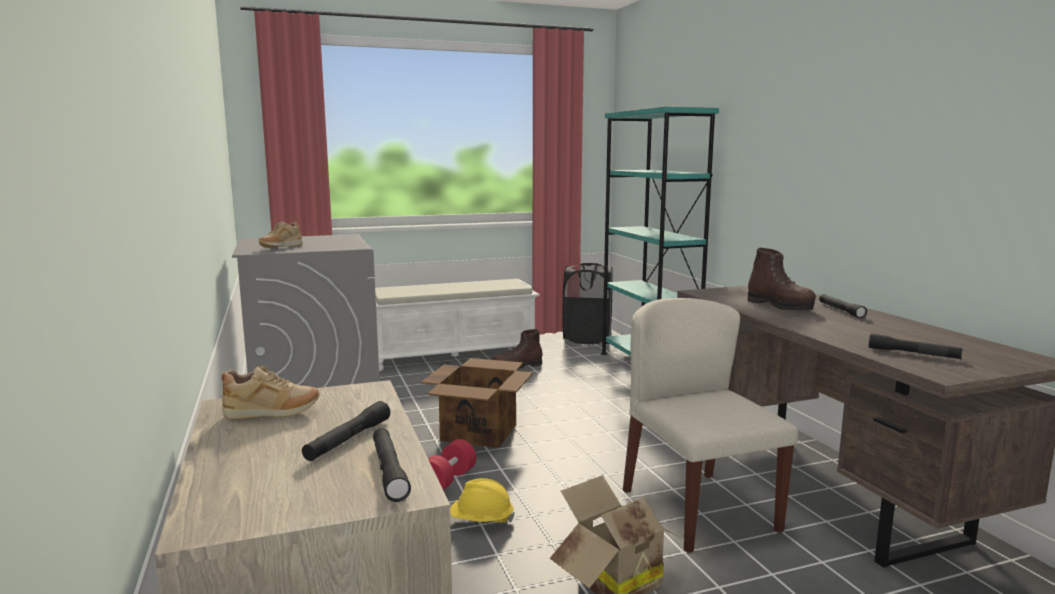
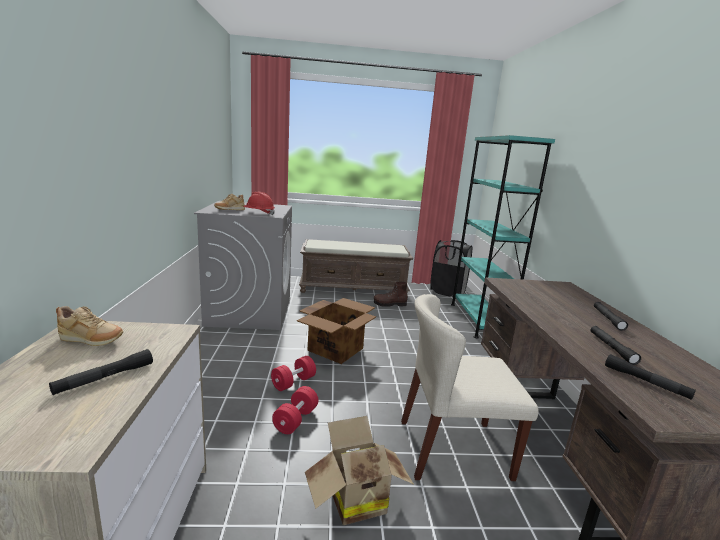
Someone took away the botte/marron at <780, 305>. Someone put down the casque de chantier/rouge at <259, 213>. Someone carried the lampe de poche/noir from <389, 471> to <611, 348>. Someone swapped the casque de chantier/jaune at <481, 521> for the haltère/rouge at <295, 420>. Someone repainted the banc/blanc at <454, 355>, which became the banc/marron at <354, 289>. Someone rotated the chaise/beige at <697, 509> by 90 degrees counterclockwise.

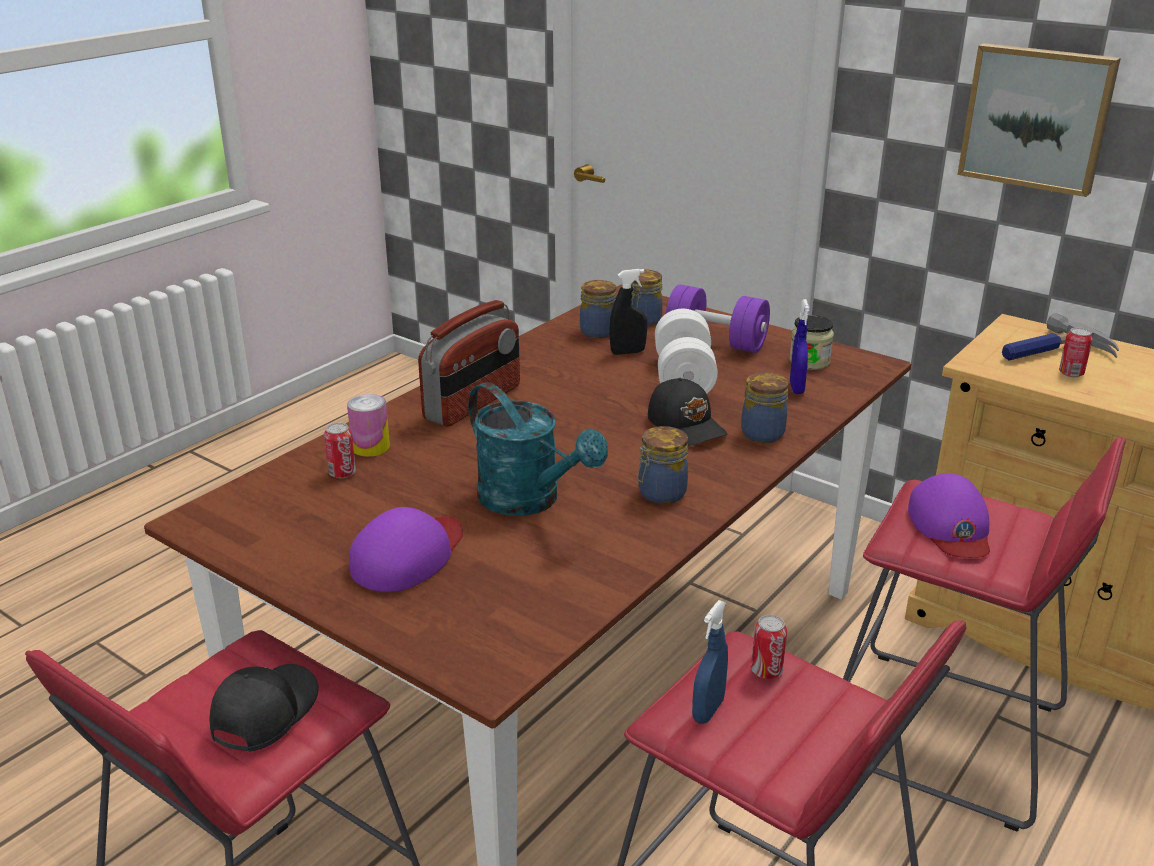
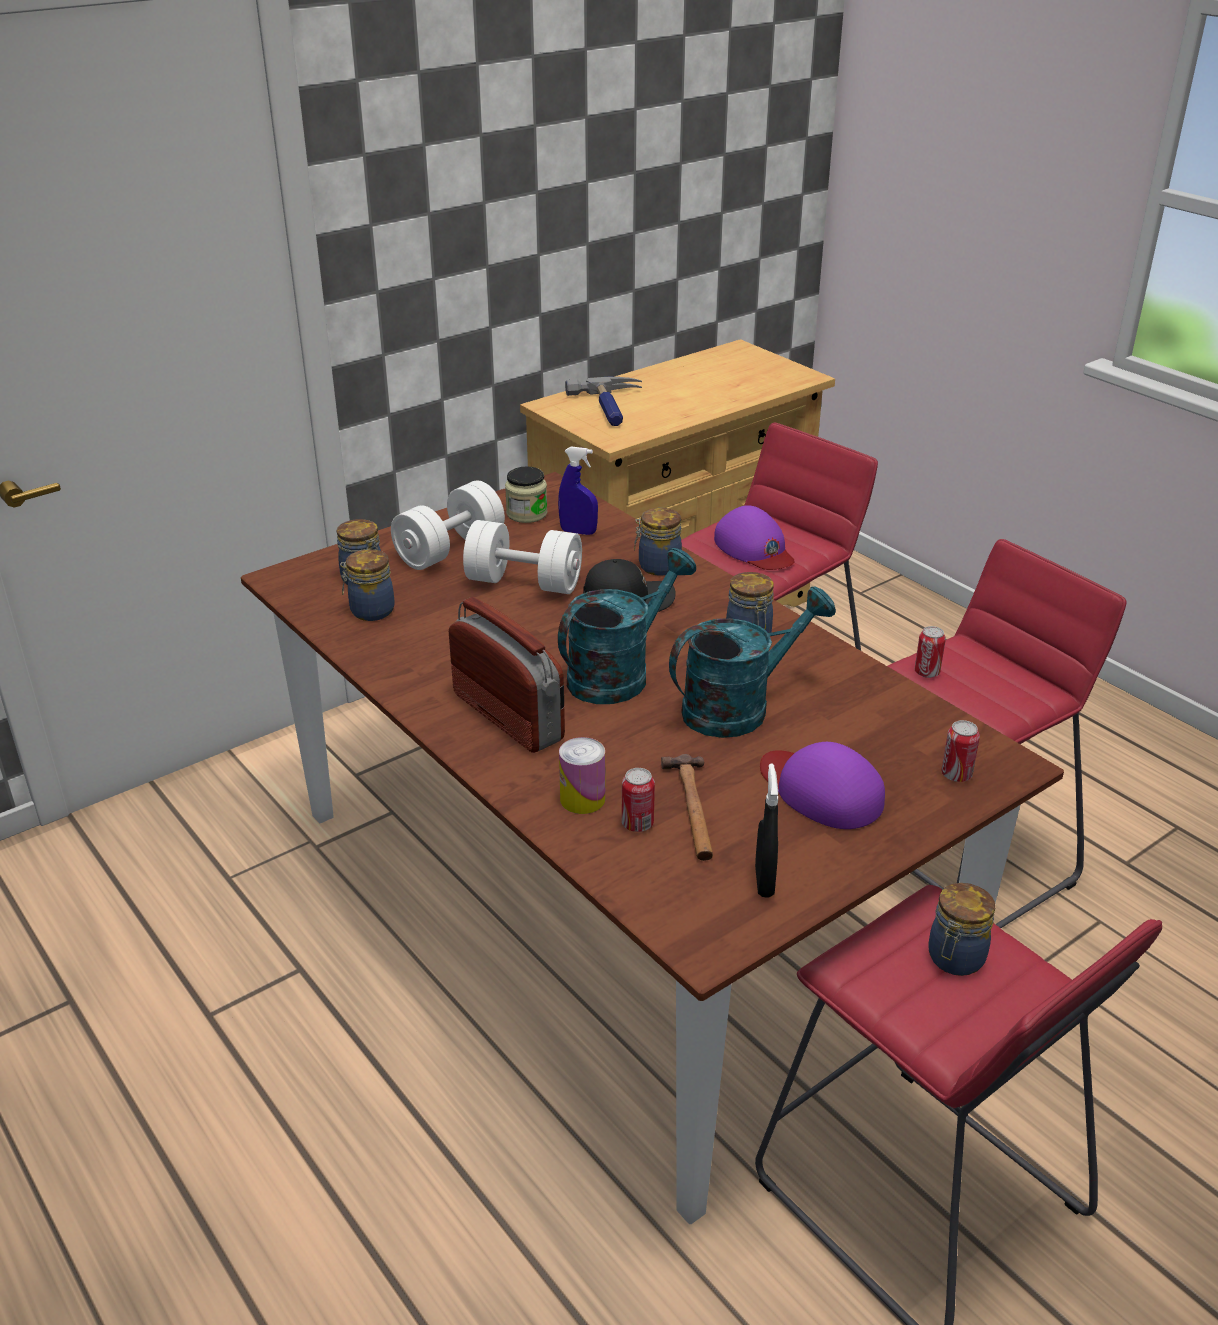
Someone took away the vaporisateur/bleu at <708, 710>. Someone took away the tableau at <1037, 117>. Someone put down the arrosoir/turquoise at <618, 673>. Someone put down the marteau at <691, 809>. Someone carried the vaporisateur/noir from <627, 352> to <764, 882>. Someone carried the boîte métallique from <1071, 373> to <956, 775>. Someone swapped the casquette/noir at <263, 713> for the bocal at <954, 959>. Someone repainted the haltère/violet at <716, 342>, which became the haltère/blanc at <450, 550>. Someone rotated the casquette/violet at <950, 526> by 45 degrees clockwise.

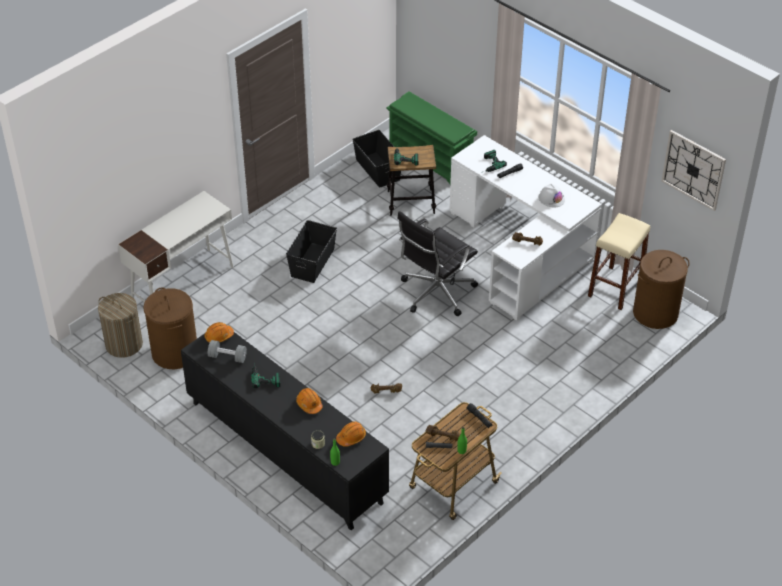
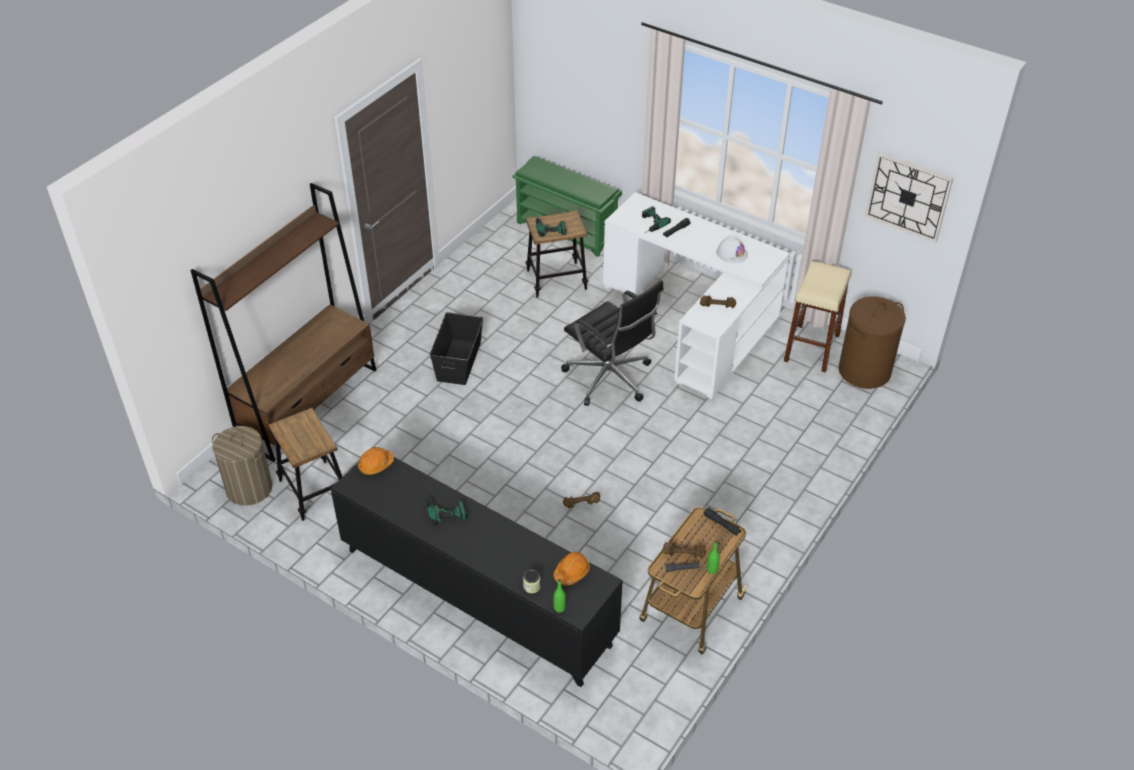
Someone took away the haltère/gris at <227, 357>. Someone took away the casque de chantier/orange at <309, 404>. Someone took away the boîte de rangement/noir at <378, 169>. Someone swapped the bureau/blanc at <183, 283> for the bibliothèque/marron at <309, 404>. Someone swapped the panier à linge/marron at <174, 353> for the tabouret at <314, 490>. Someone rotated the chaise de bureau/noir at <435, 293> by 75 degrees counterclockwise.

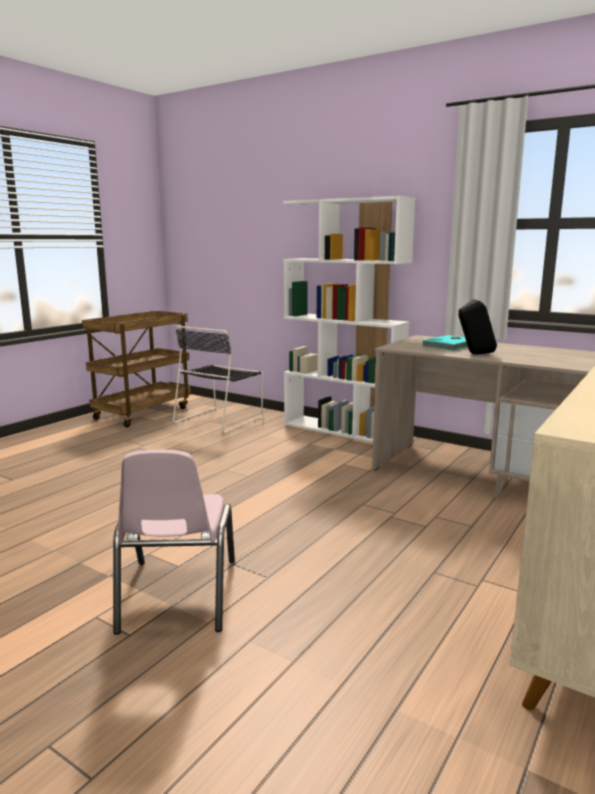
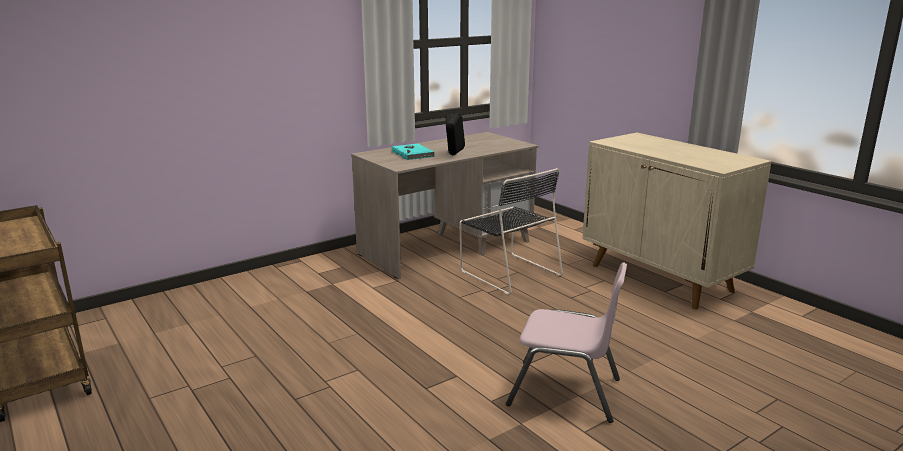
Someone took away the bibliothèque/blanc at <343, 430>. Someone carried the chaise/noir from <220, 419> to <508, 272>.

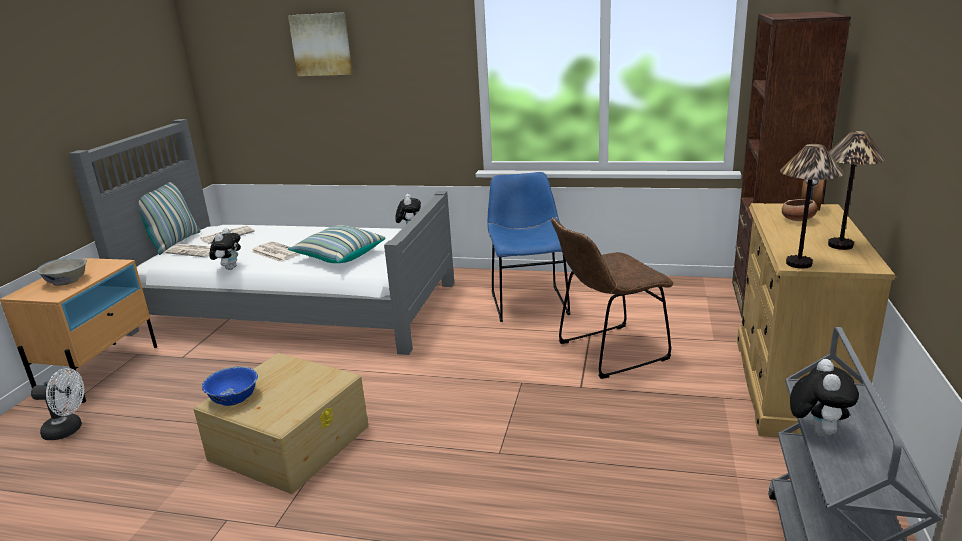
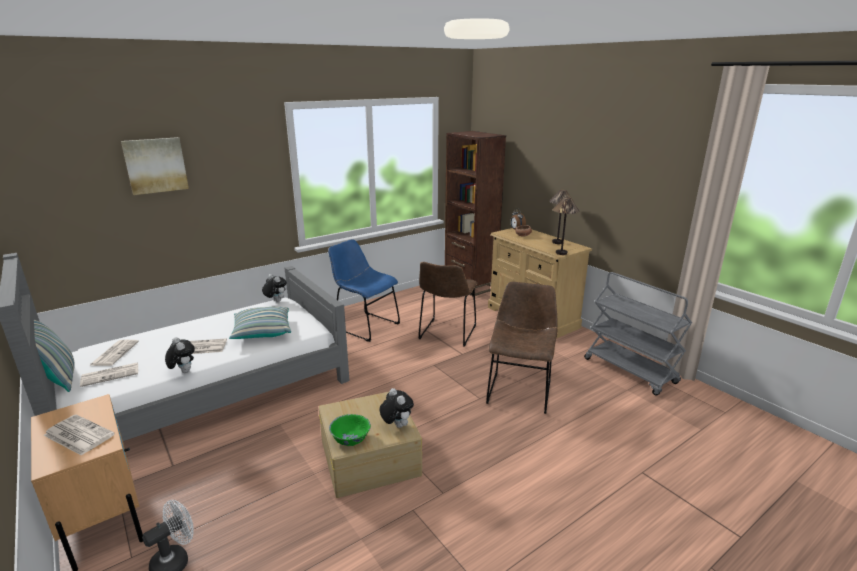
Someone put down the chaise/marron at <519, 390>. Someone carried the peluche from <816, 430> to <396, 425>. Someone swapped the bol/blanc at <66, 281> for the journal at <78, 435>. Someone repainted the bol/bleu at <233, 398>, which became the bol/vert at <350, 439>.

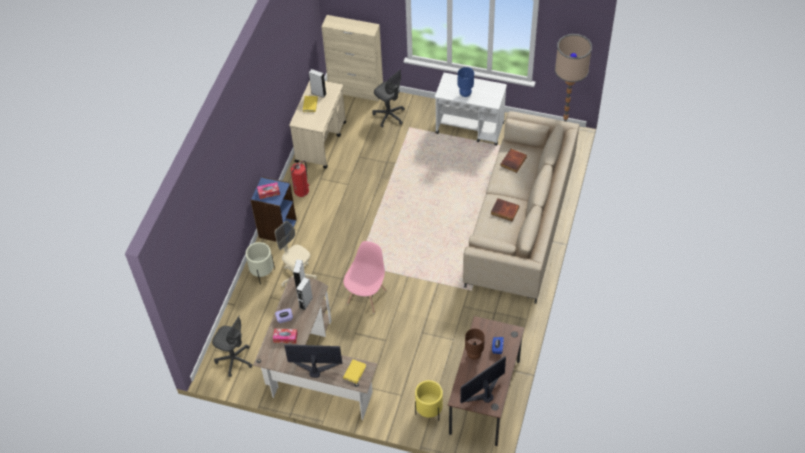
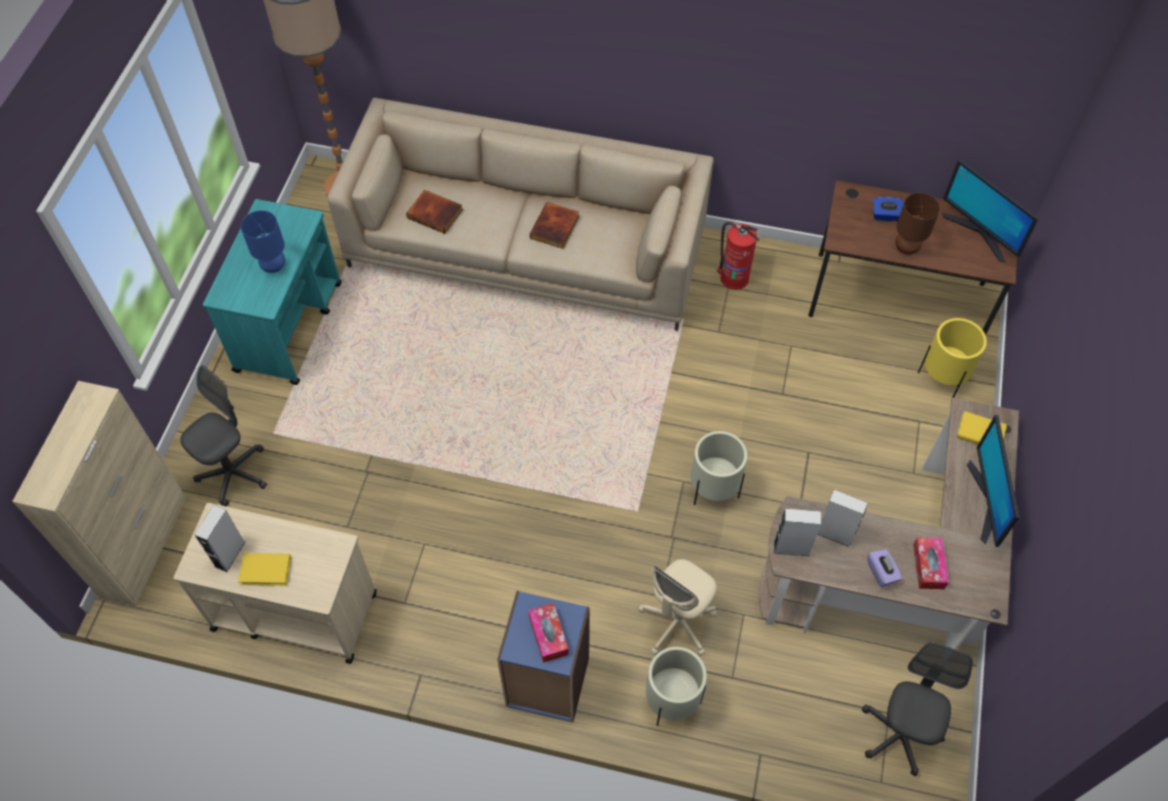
Someone carried the extincteur from <302, 190> to <733, 277>. Someone swapped the chaise/rose at <367, 296> for the cache-pot/beige at <713, 489>. Someone repainted the chariot/blanc at <470, 128>, which became the chariot/turquoise at <289, 326>.

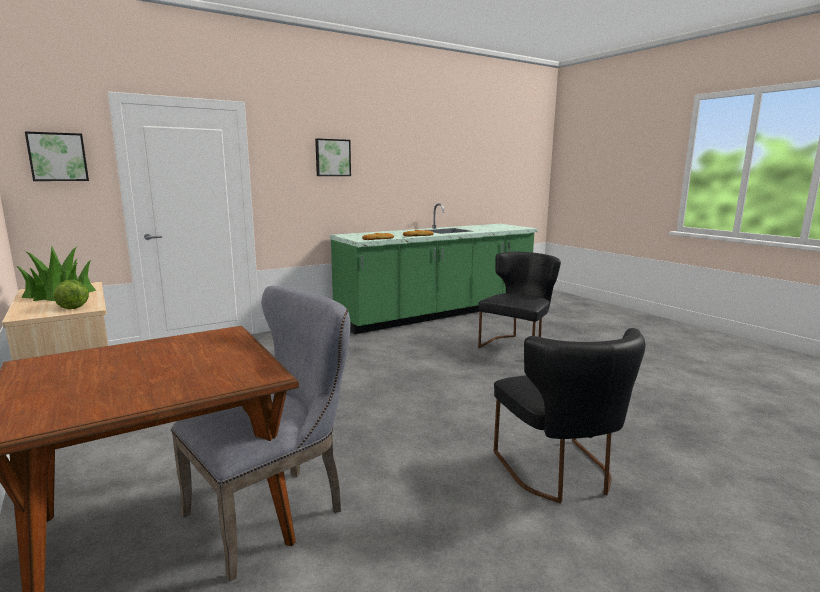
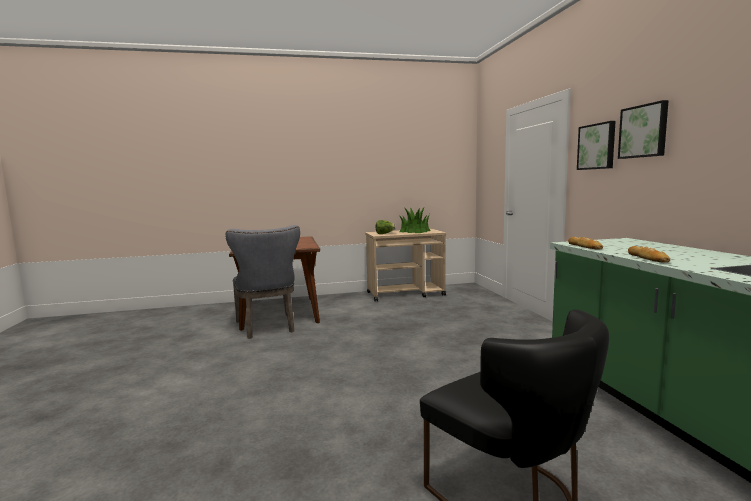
Someone took away the chaise/noir at <560, 473>. Someone carried the tableau from <58, 157> to <597, 146>.

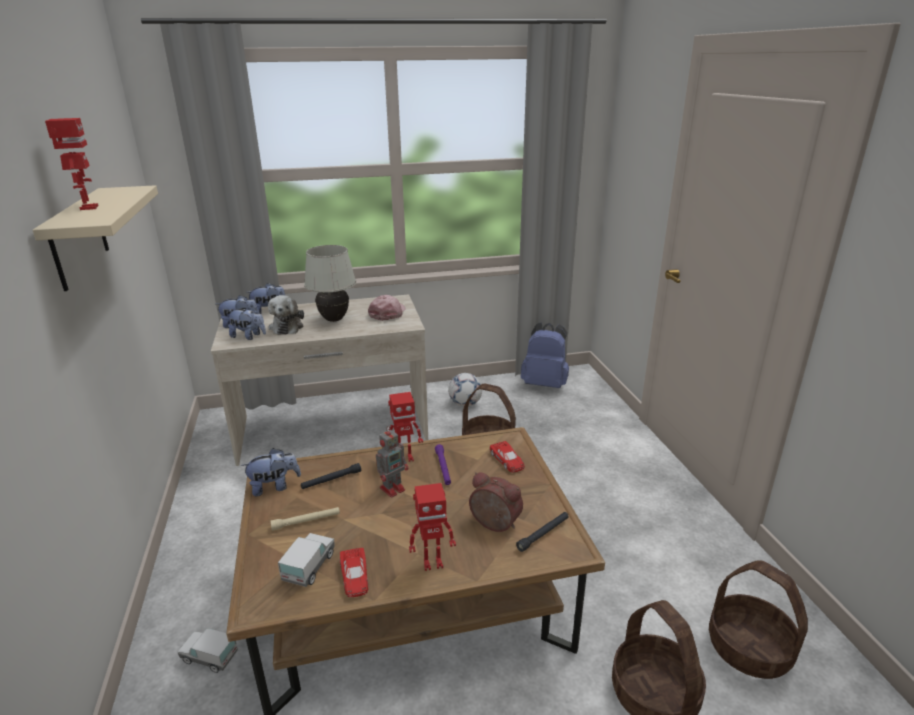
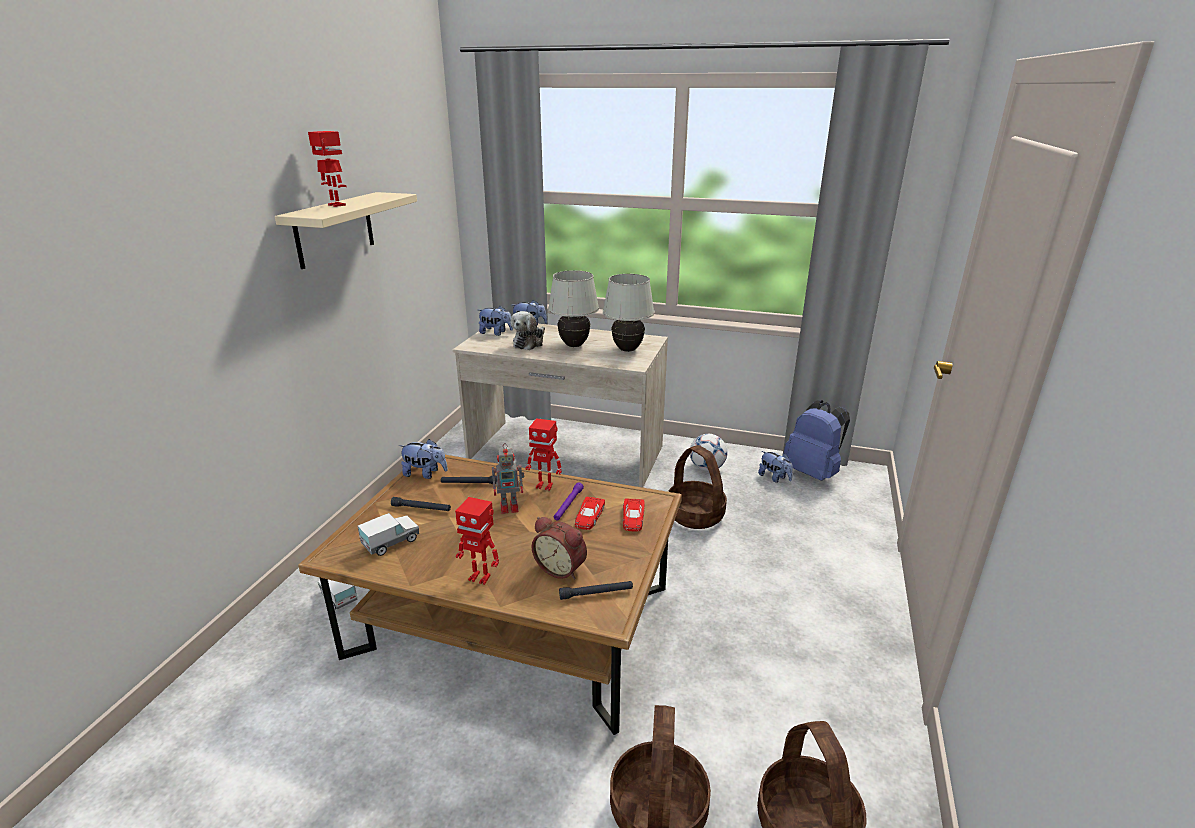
Someone carried the peluche from <249, 336> to <774, 478>. Someone carried the petite voiture/rouge from <354, 576> to <589, 517>. Someone swapped the casquette/rose at <388, 313> for the lampe de table/blanc at <627, 350>. Someone repainted the lampe de poche/beige at <306, 521>, which became the lampe de poche/noir at <421, 508>. Someone rotated the robot jouet at <88, 208> by 60 degrees counterclockwise. Someone rotated the réveil at <493, 525> by 150 degrees clockwise.

